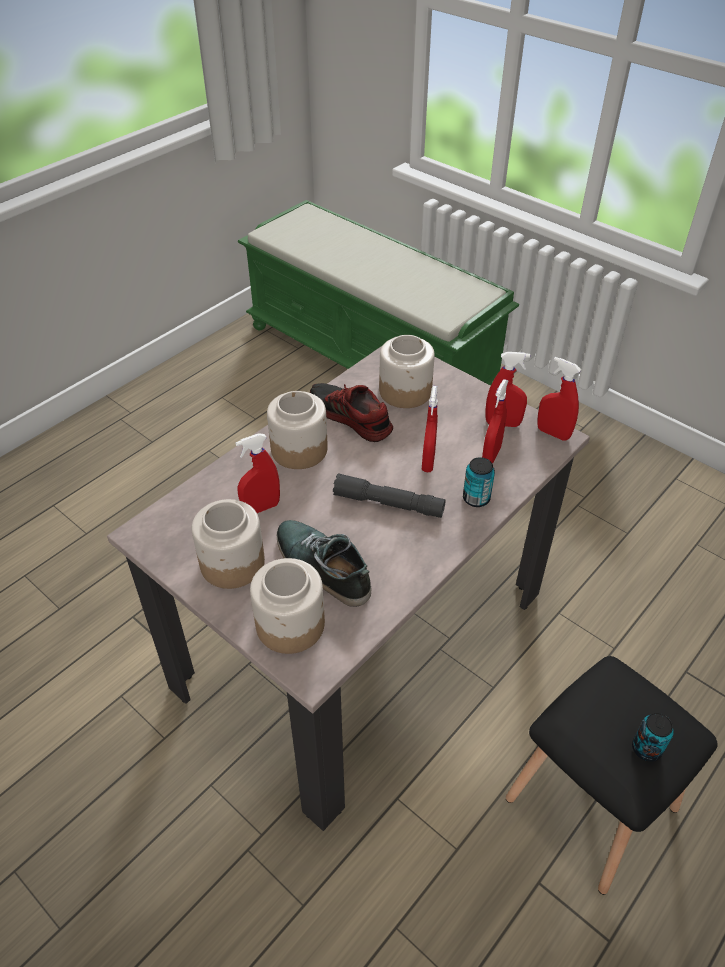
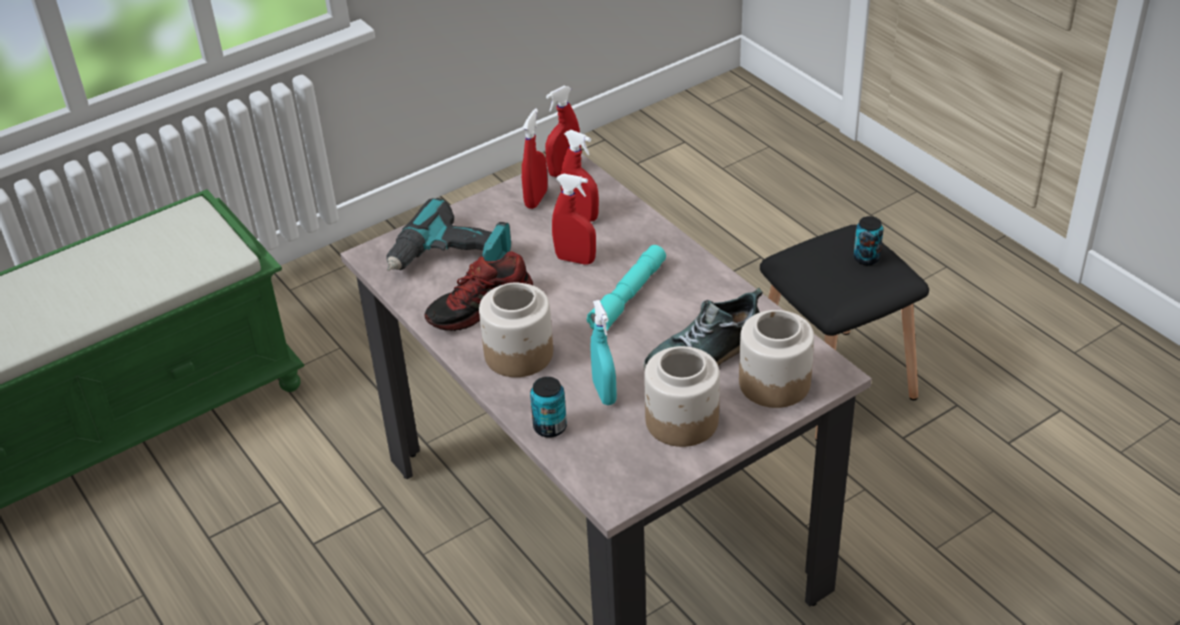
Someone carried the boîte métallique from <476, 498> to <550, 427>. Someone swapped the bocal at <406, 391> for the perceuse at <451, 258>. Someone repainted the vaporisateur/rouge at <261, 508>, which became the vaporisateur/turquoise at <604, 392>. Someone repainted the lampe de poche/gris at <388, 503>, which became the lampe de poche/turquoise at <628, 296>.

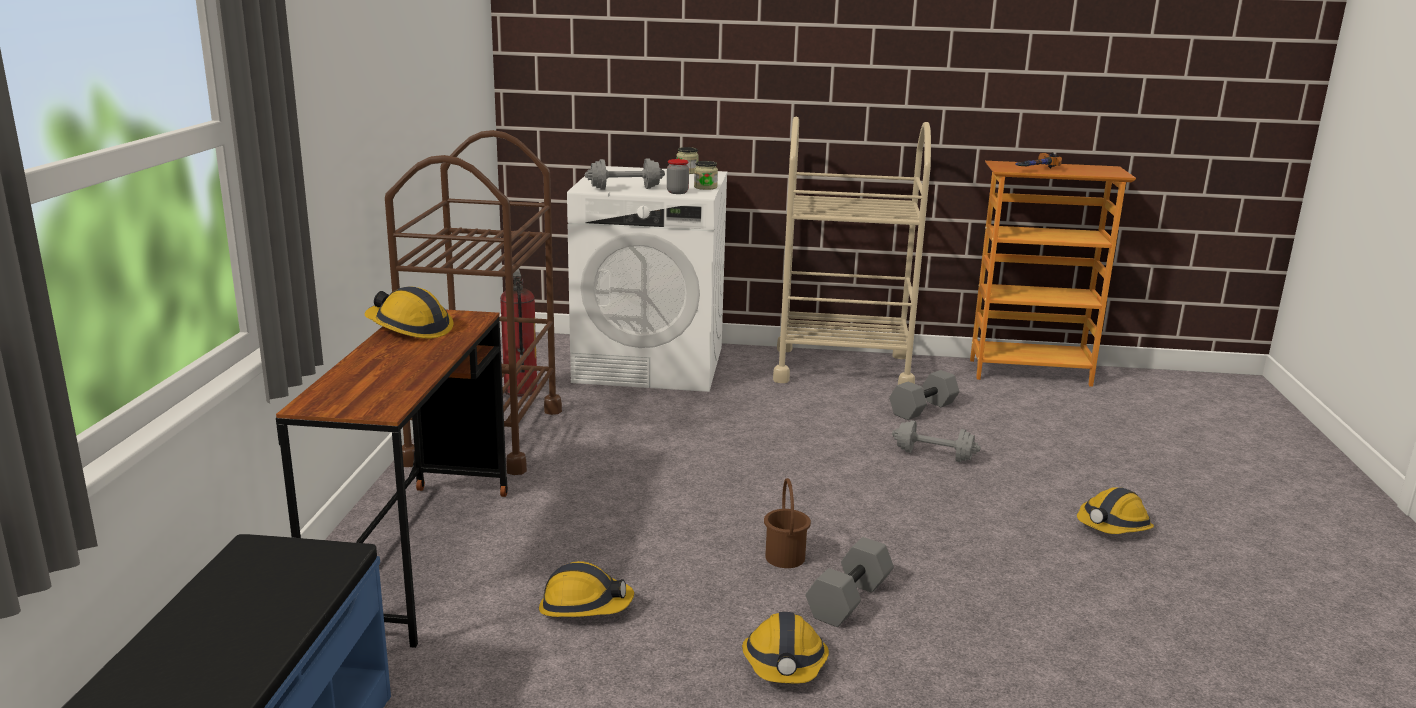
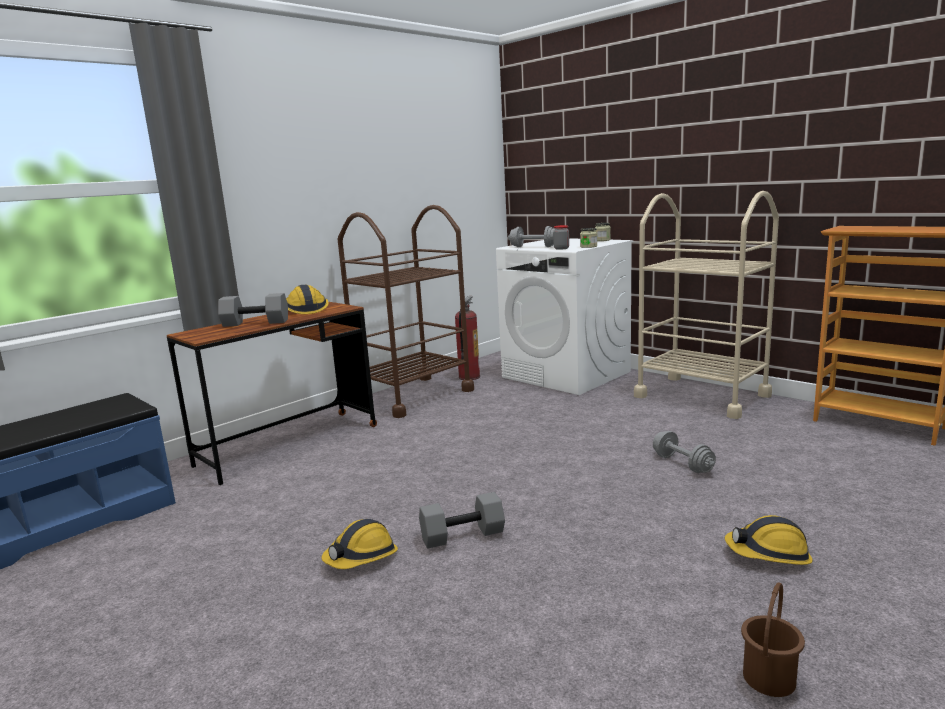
Someone took away the casque de chantier at <585, 606>. Someone took away the marteau at <1036, 170>. Someone carried the seau/marron from <785, 557> to <770, 678>. Someone carried the haltère/gris from <923, 409> to <254, 323>.

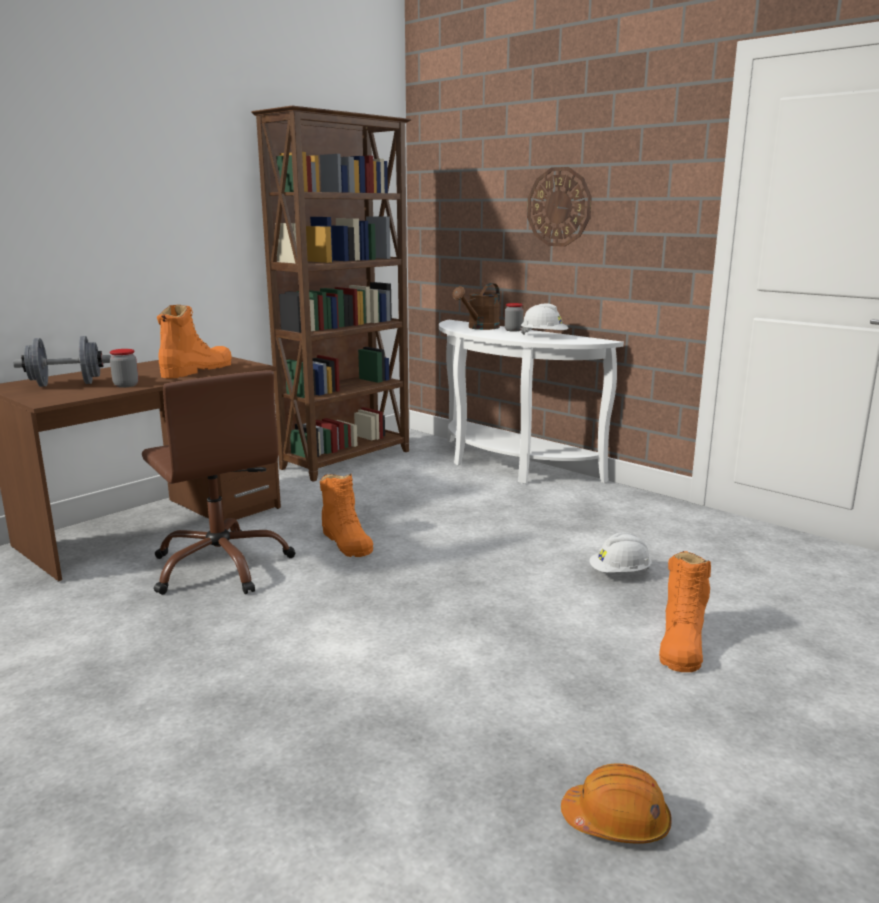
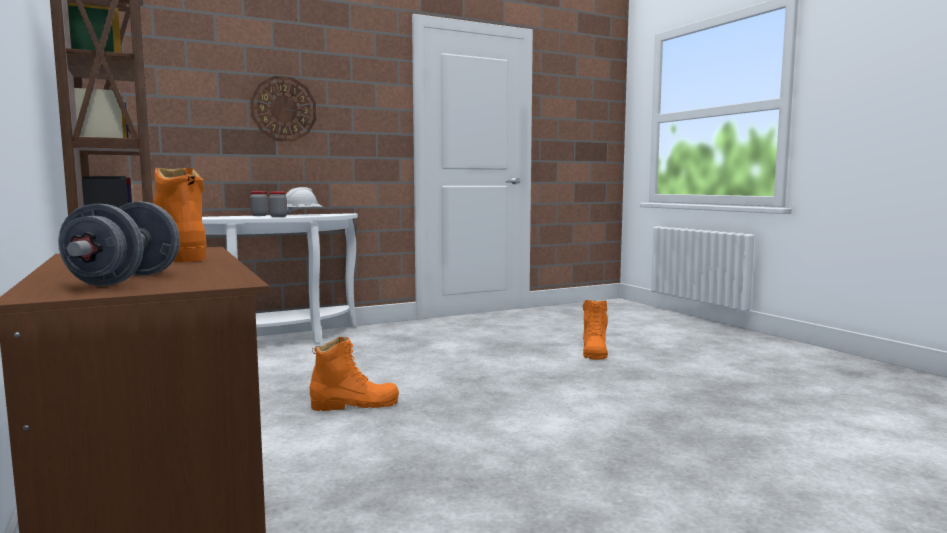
Someone took away the chaise de bureau/marron at <221, 566>. Someone took away the arrosoir/marron at <480, 328>. Someone took away the casque de chantier/orange at <616, 821>. Someone took away the casque de chantier/blanc at <620, 573>. Someone carried the bocal from <126, 385> to <278, 217>. Someone rotated the botte/orange at <681, 644> by 60 degrees clockwise.

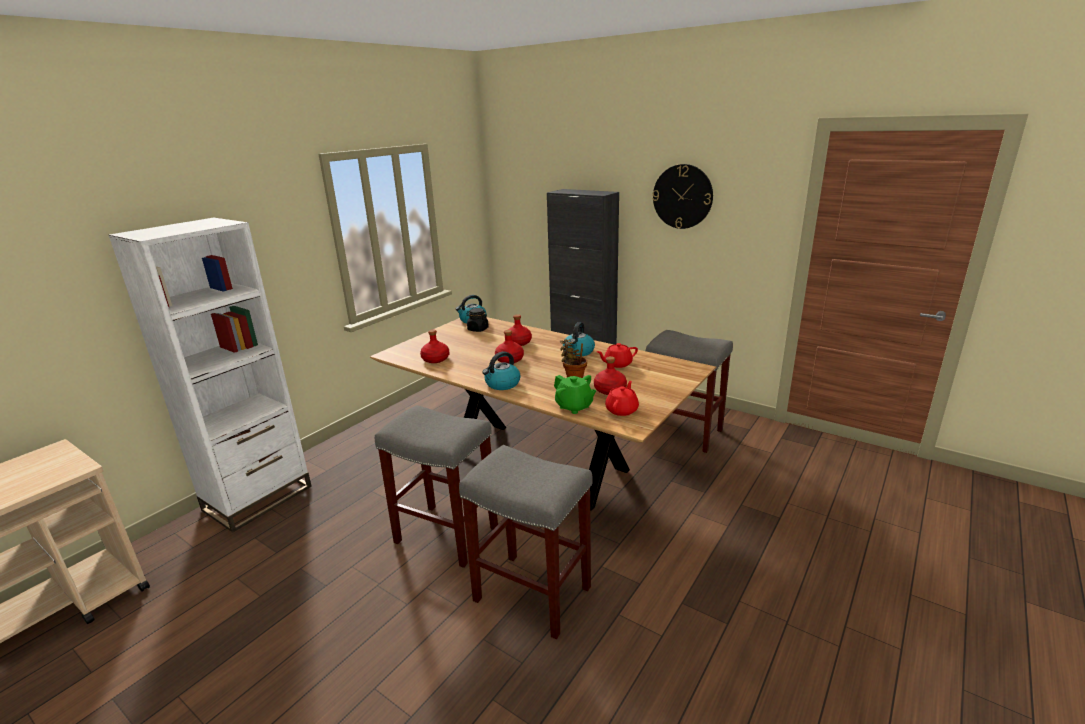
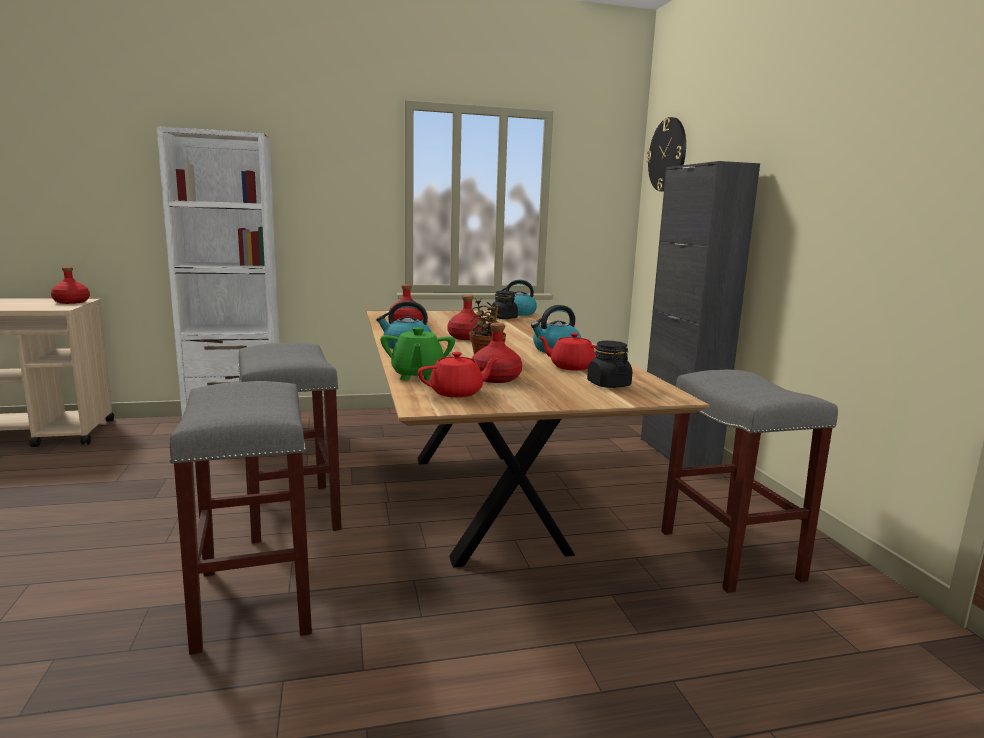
Someone put down the bocal/noir at <608, 384>. Someone carried the bouteille/rouge from <518, 343> to <71, 302>. Someone carried the horloge murale from <682, 196> to <667, 155>.

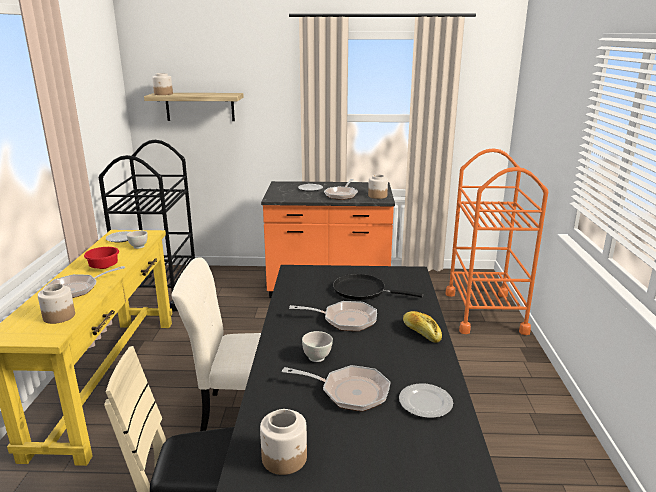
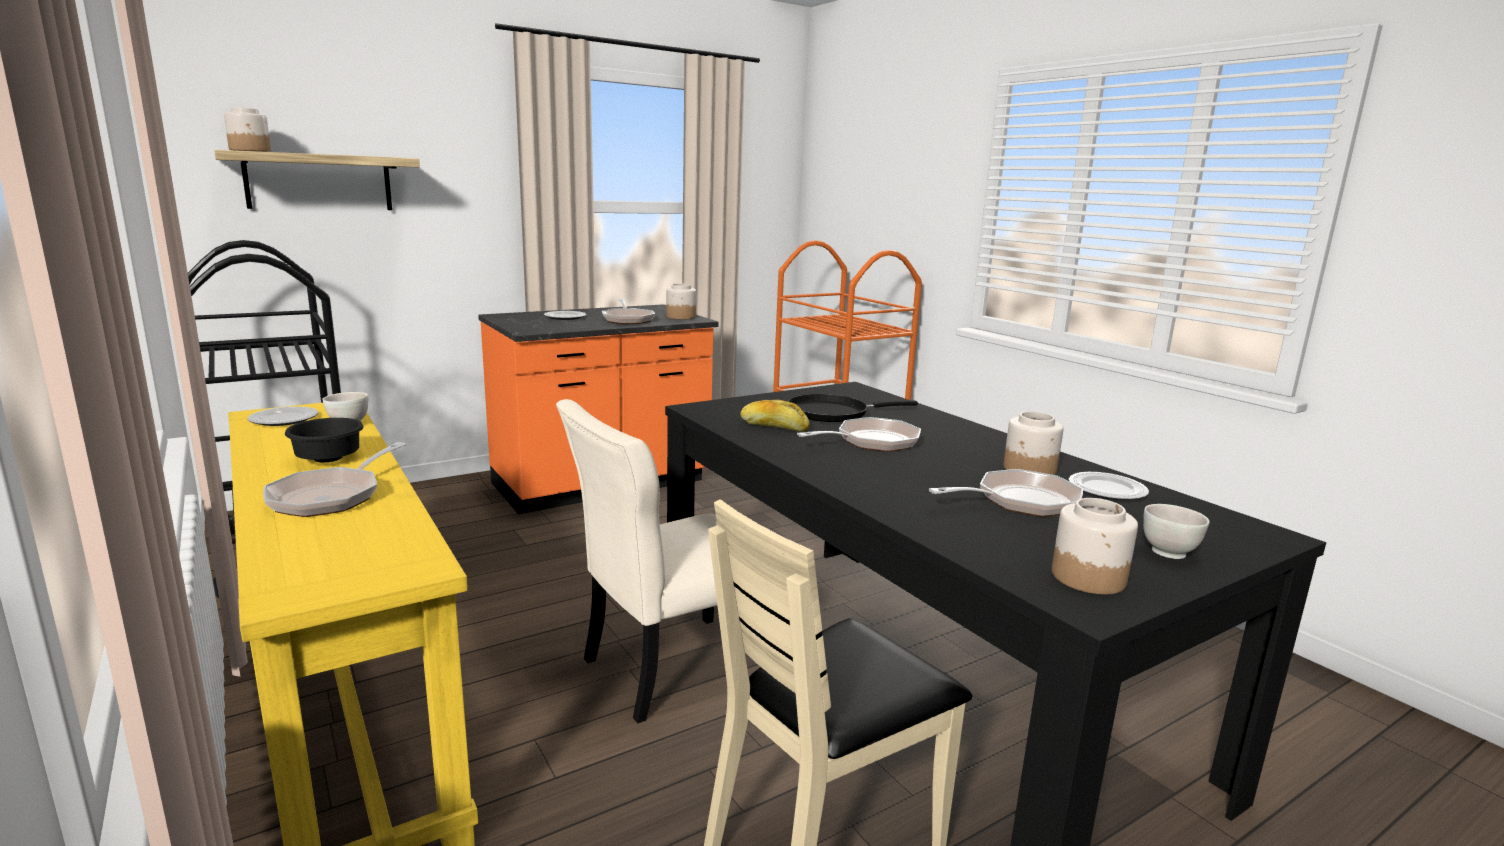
Someone carried the bocal from <58, 316> to <1029, 469>. Someone carried the bol/blanc from <317, 357> to <1168, 552>. Someone carried the pain from <421, 332> to <774, 427>. Someone repainted the bol/rouge at <104, 267>, which became the bol/noir at <330, 459>.

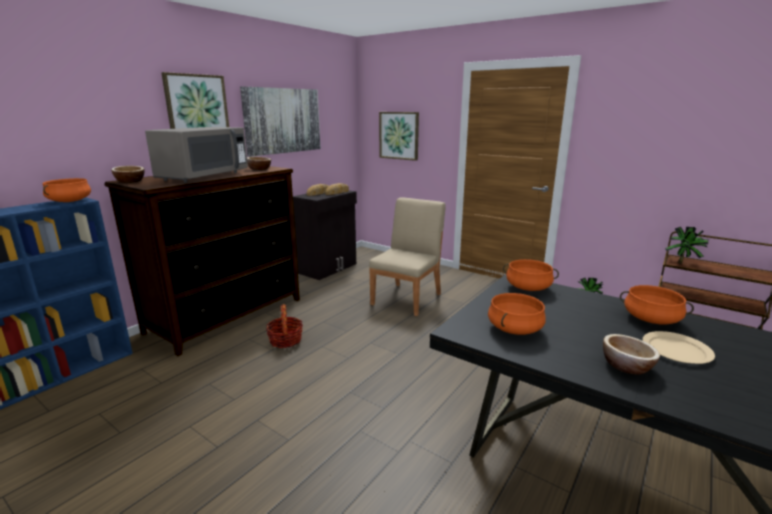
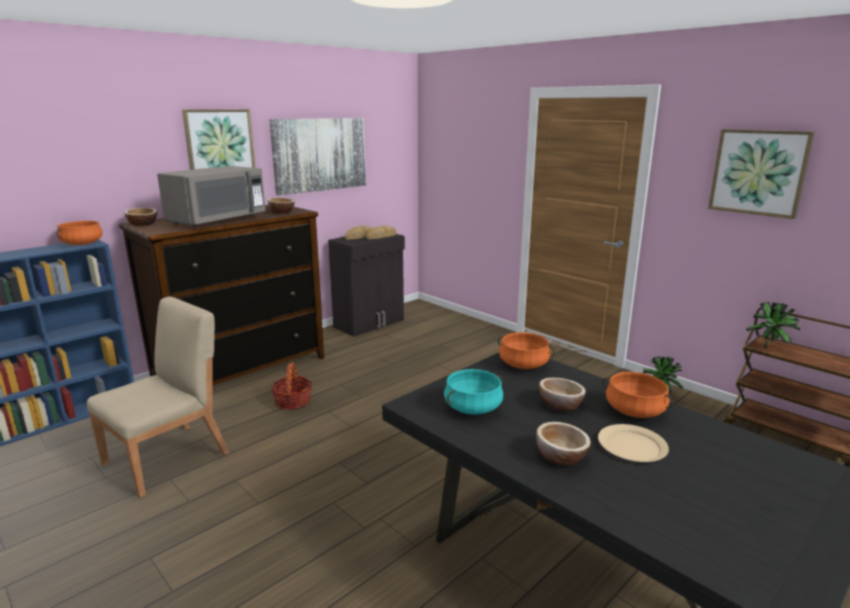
Someone put down the bol at <560, 405>. Someone carried the chaise/beige from <407, 298> to <168, 458>. Someone carried the tableau from <399, 135> to <758, 172>. Someone repainted the marmite/orange at <515, 329>, which became the marmite/turquoise at <473, 408>.

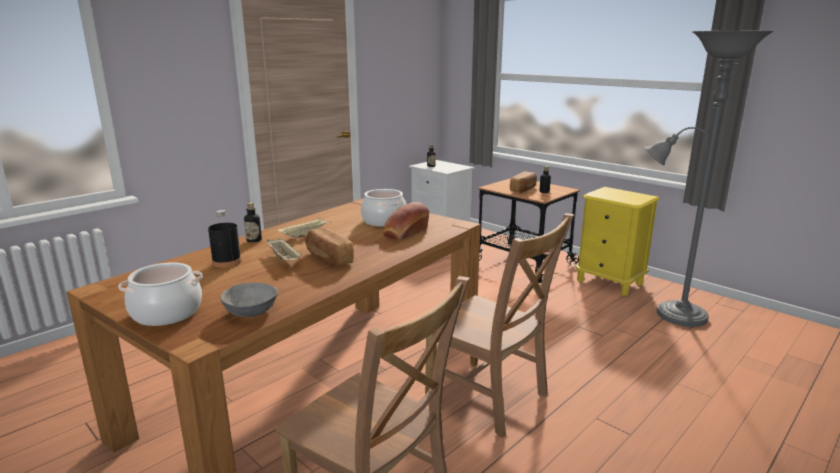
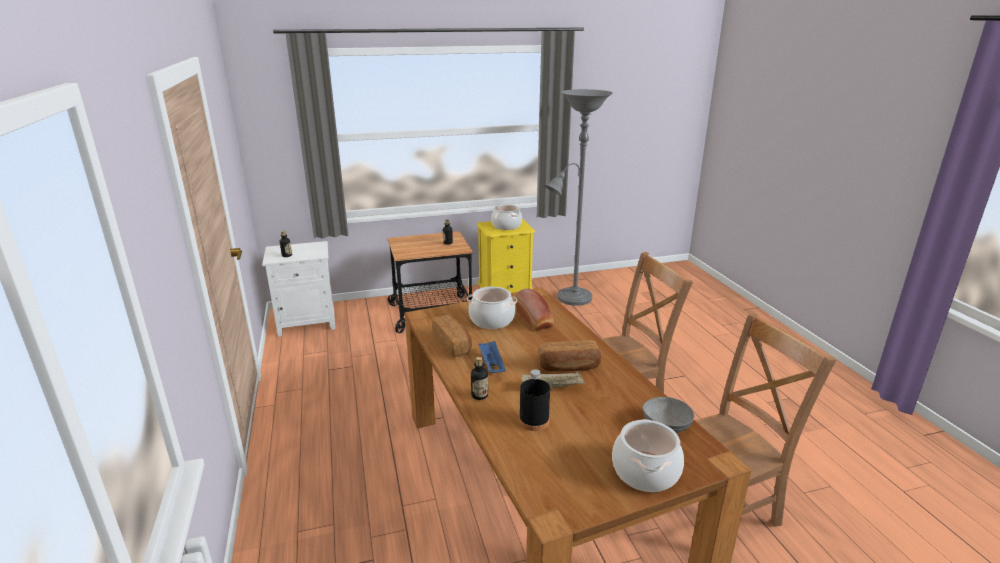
Someone put down the marmite at <506, 226>. Someone carried the pain from <524, 189> to <453, 344>. Someone repainted the plateau/beige at <305, 235>, which became the plateau/bleu at <491, 365>.

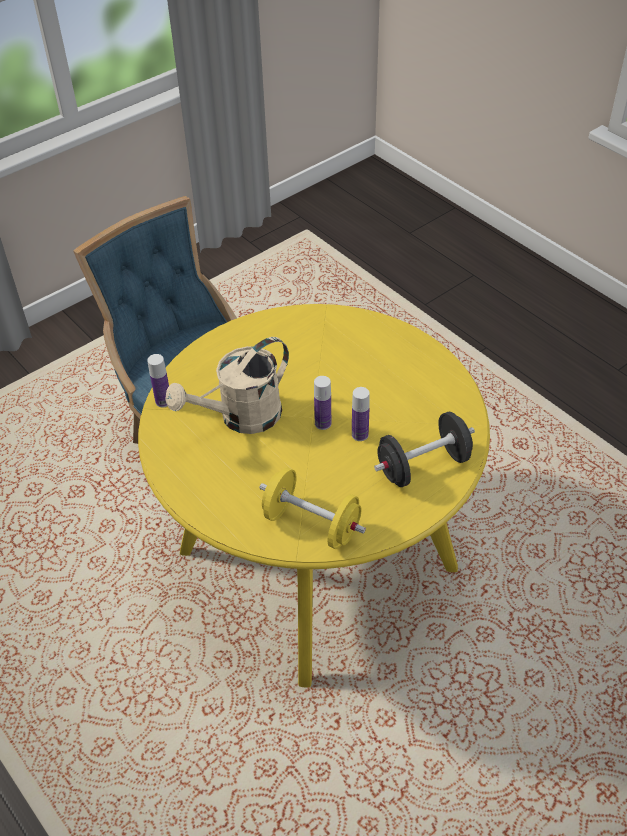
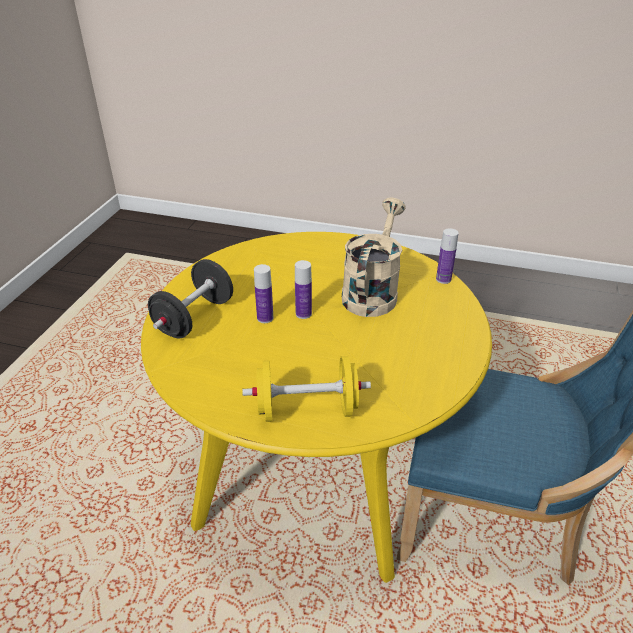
Someone carried the haltère/jaune from <312, 524> to <307, 409>.

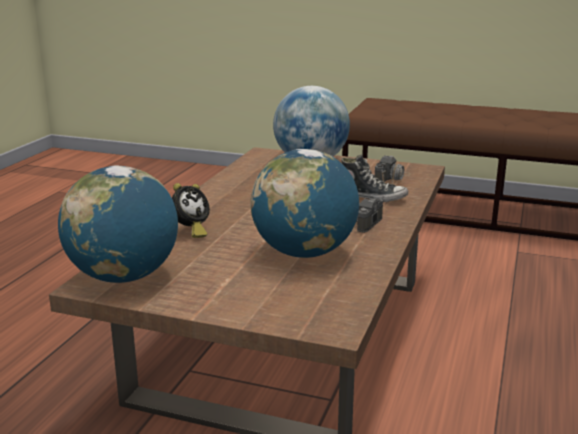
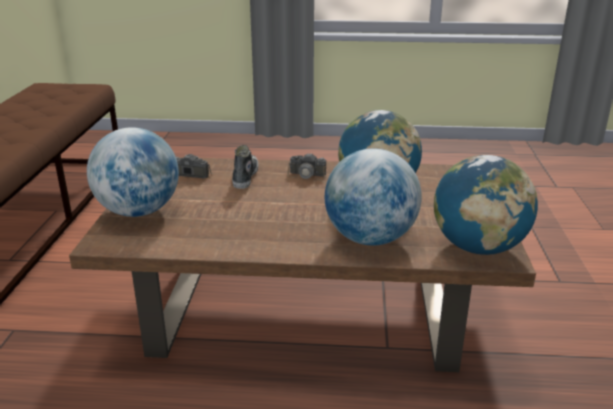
Someone swapped the réveil at <190, 231> for the globe at <370, 239>.

